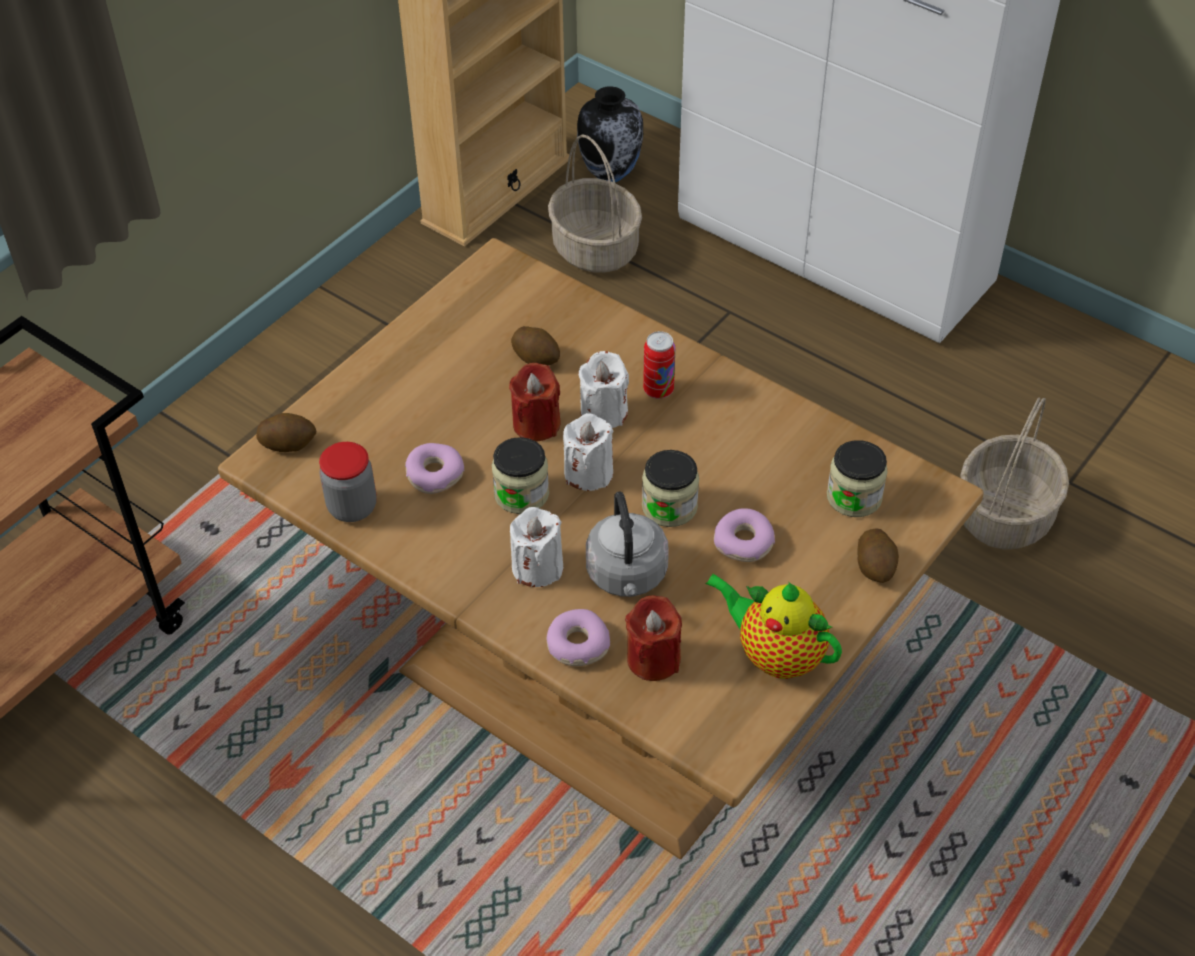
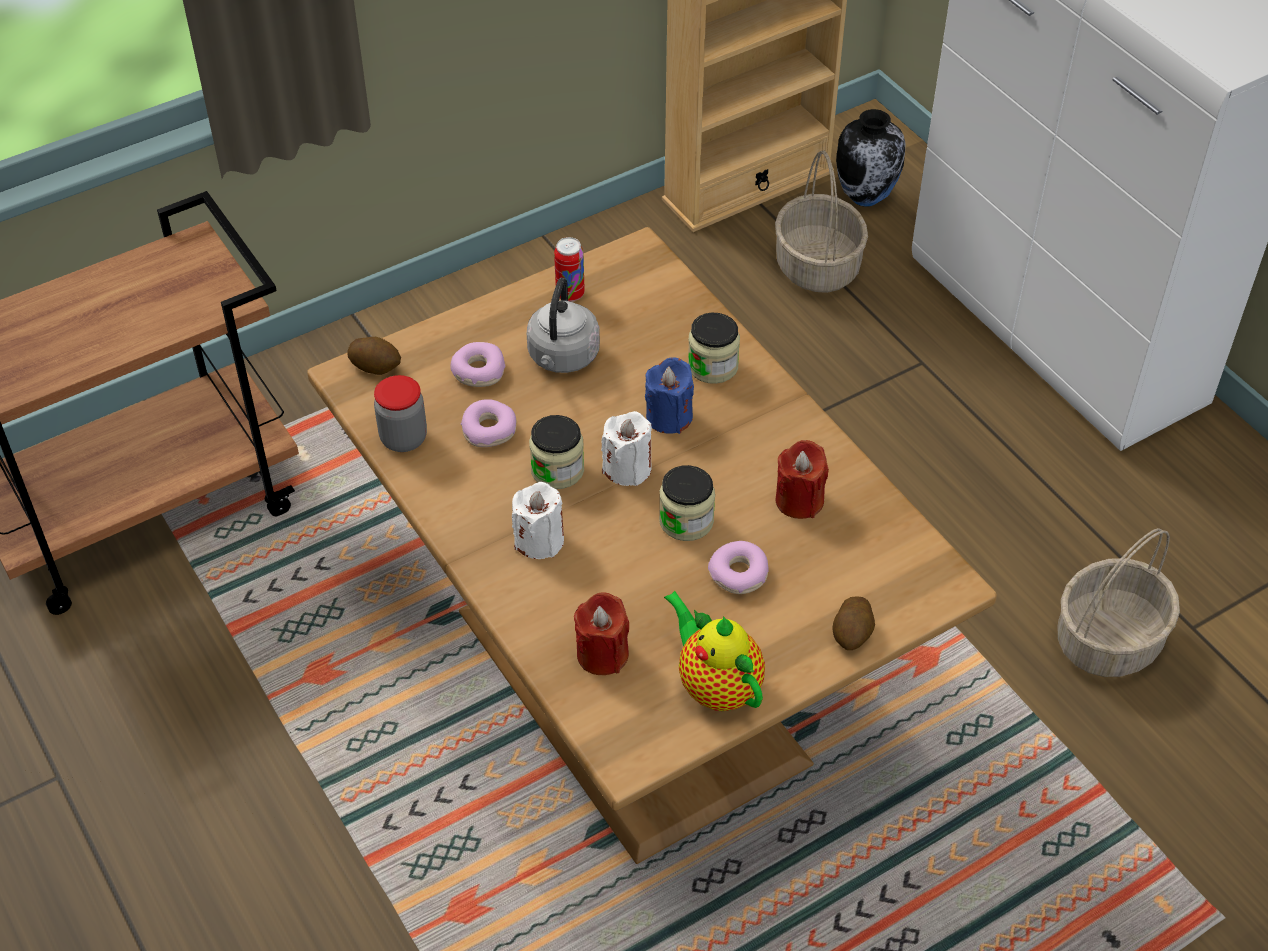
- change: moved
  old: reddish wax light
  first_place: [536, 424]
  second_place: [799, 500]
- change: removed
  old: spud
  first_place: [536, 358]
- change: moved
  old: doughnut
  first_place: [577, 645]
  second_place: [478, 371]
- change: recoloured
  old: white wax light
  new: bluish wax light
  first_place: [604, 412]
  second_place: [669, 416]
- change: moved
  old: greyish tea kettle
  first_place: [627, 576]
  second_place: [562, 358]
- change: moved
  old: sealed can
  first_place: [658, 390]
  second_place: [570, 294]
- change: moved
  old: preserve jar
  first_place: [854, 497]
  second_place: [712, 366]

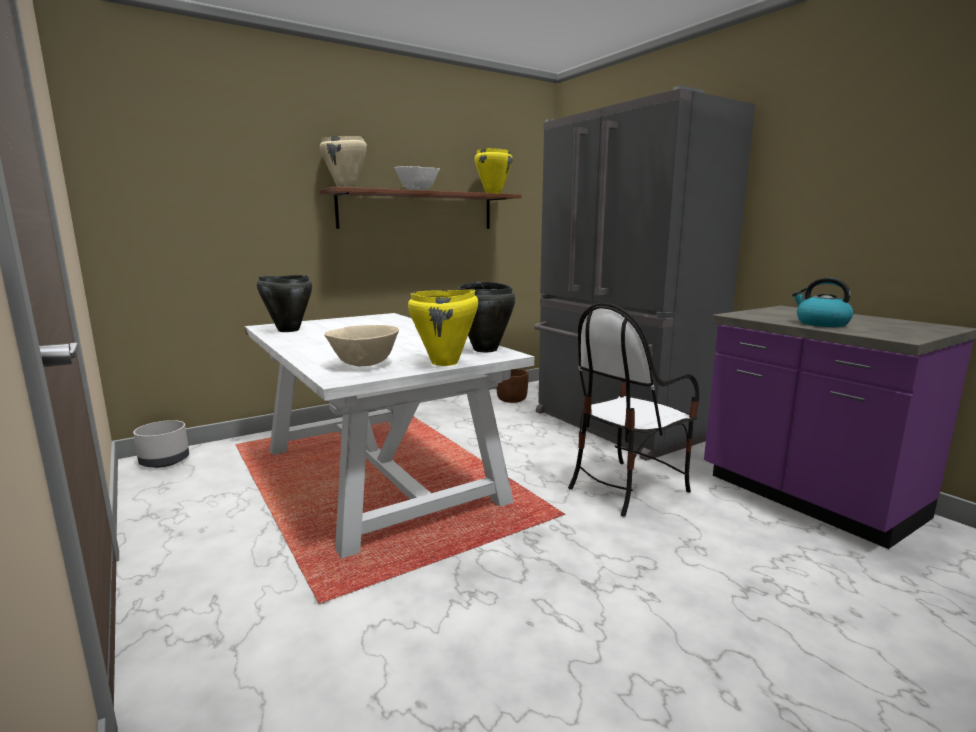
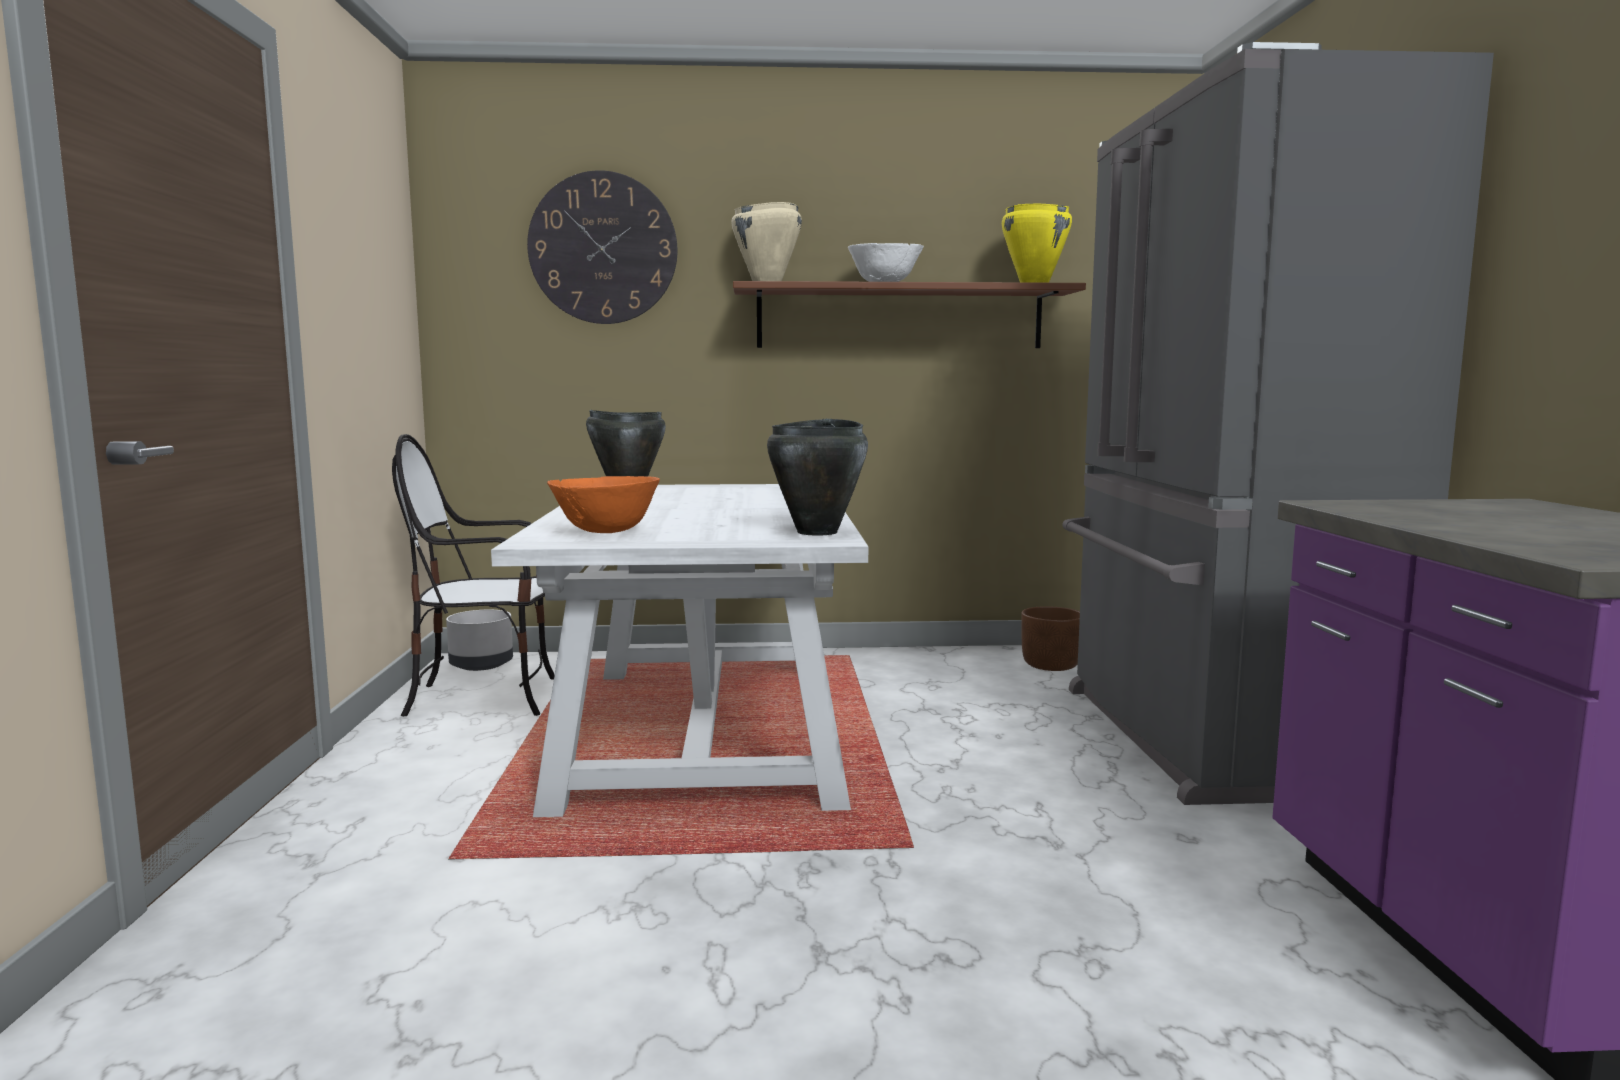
- change: recoloured
  old: beige bowl
  new: orangey bowl
  first_place: [364, 365]
  second_place: [606, 532]
- change: removed
  old: yellow cooking pot
  first_place: [445, 363]
- change: moved
  old: chair
  first_place: [626, 487]
  second_place: [485, 697]
- change: removed
  old: tea kettle
  first_place: [821, 323]
- change: added
  new: hanging clock
  second_place: [603, 248]

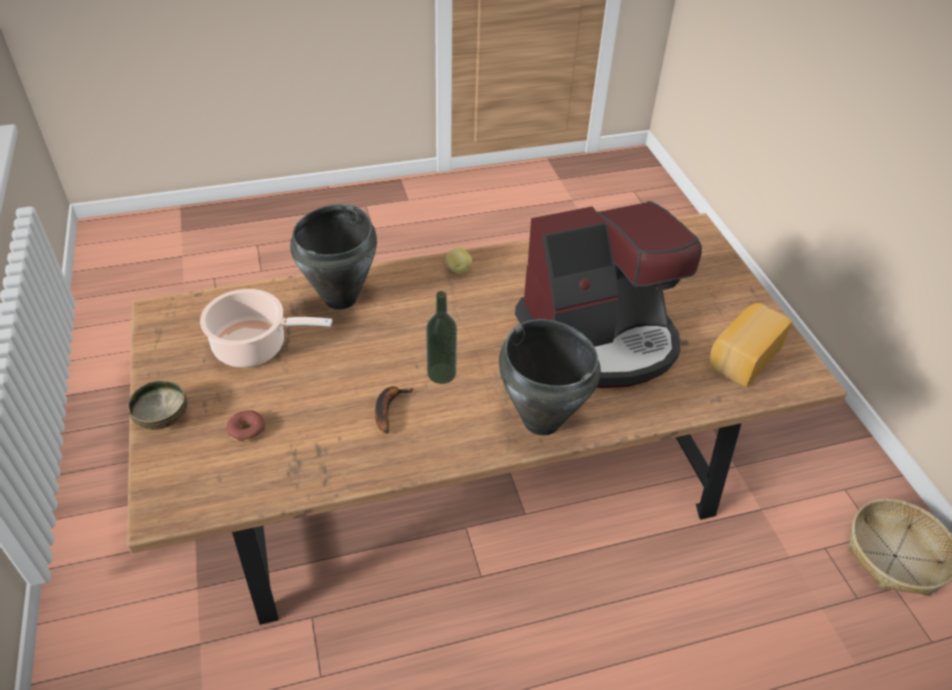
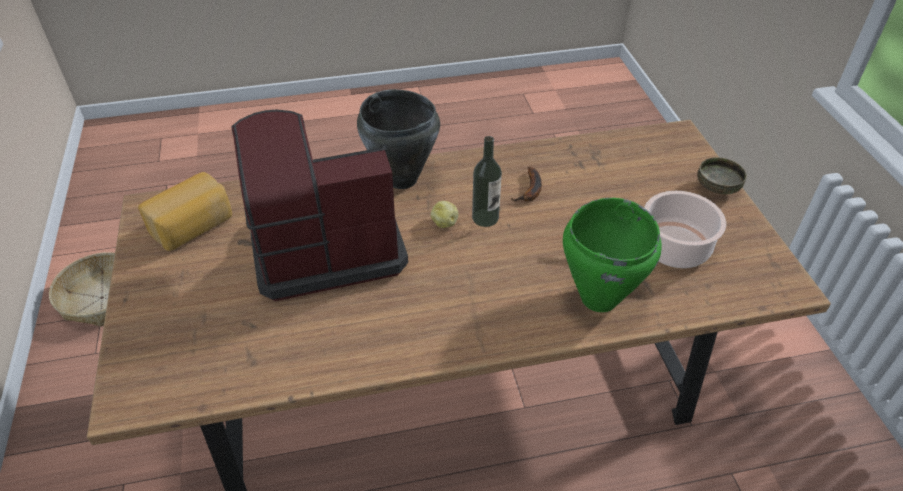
- change: removed
  old: doughnut
  first_place: [246, 430]
- change: recoloured
  old: blackish cooking pot
  new: green cooking pot
  first_place: [341, 298]
  second_place: [598, 298]
- change: moved
  old: spud
  first_place: [458, 269]
  second_place: [445, 222]

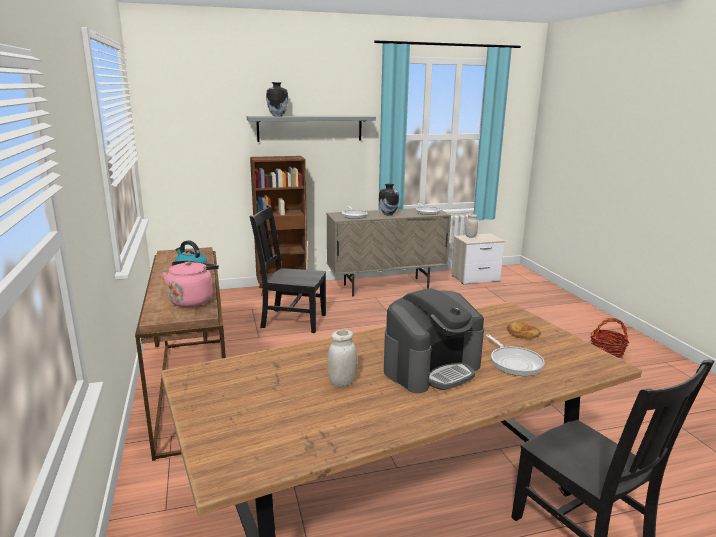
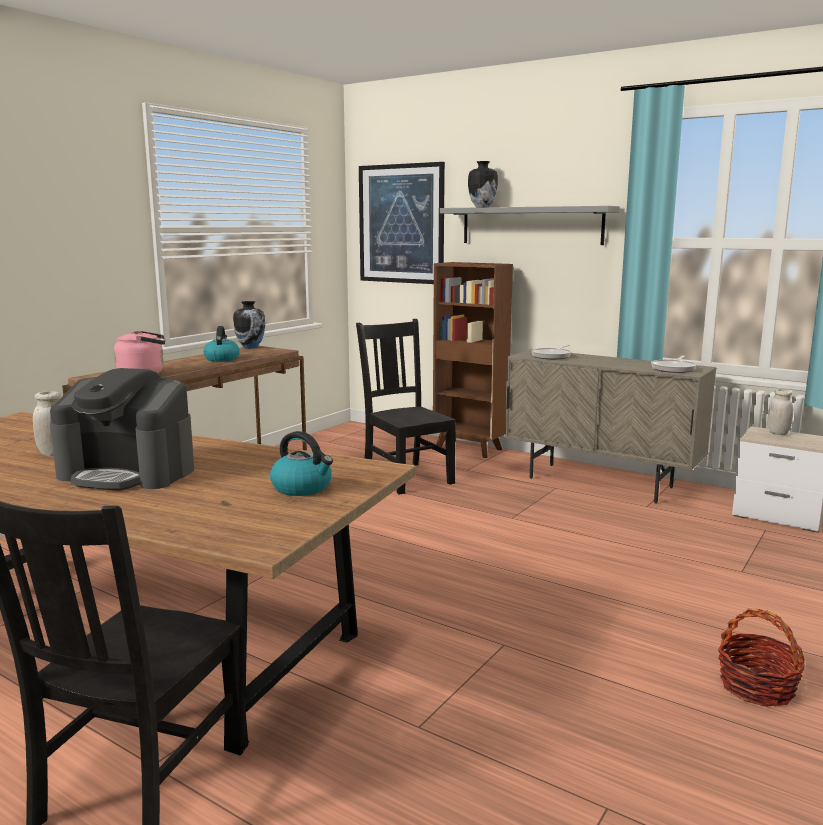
- change: moved
  old: decorative vase
  first_place: [388, 214]
  second_place: [251, 347]
- change: removed
  old: frying pan
  first_place: [514, 362]
- change: replaced
  old: baked bread
  new: tea kettle
  first_place: [522, 333]
  second_place: [303, 488]
- change: added
  new: wall picture
  second_place: [401, 224]

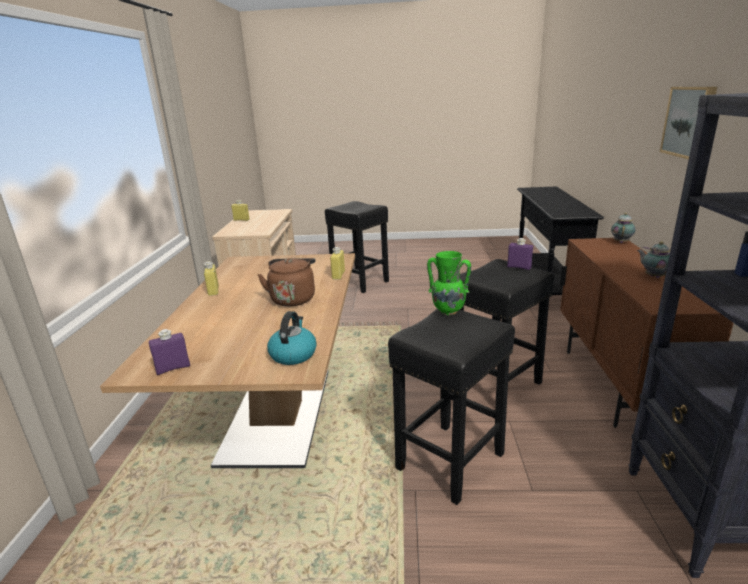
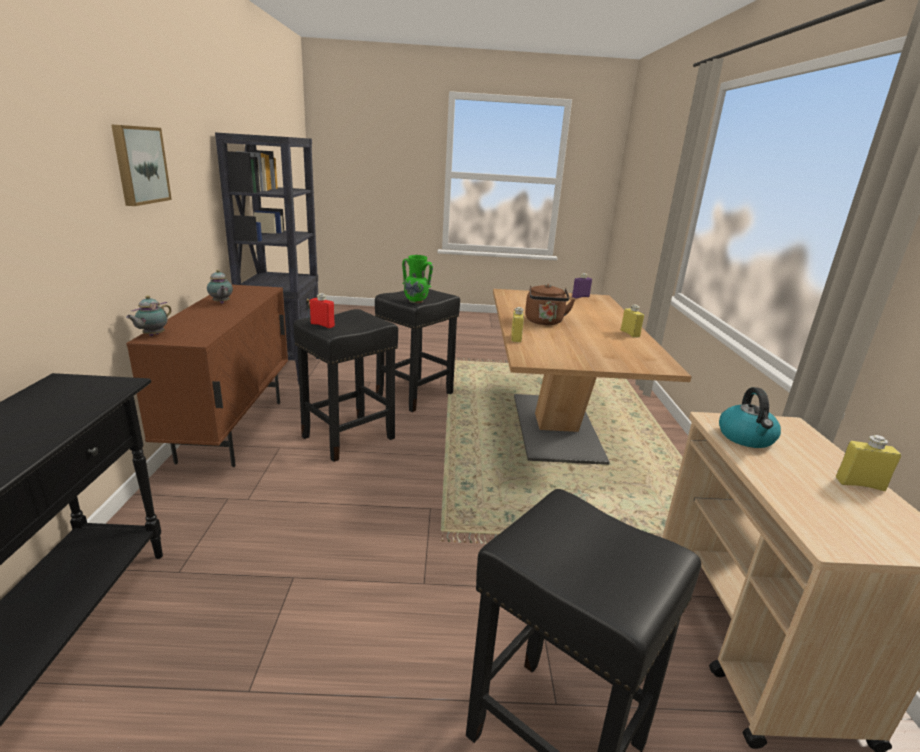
- change: moved
  old: tea kettle
  first_place: [293, 354]
  second_place: [746, 438]
- change: recoloured
  old: purple-coloured bottle
  new: reddish bottle
  first_place: [519, 267]
  second_place: [322, 325]

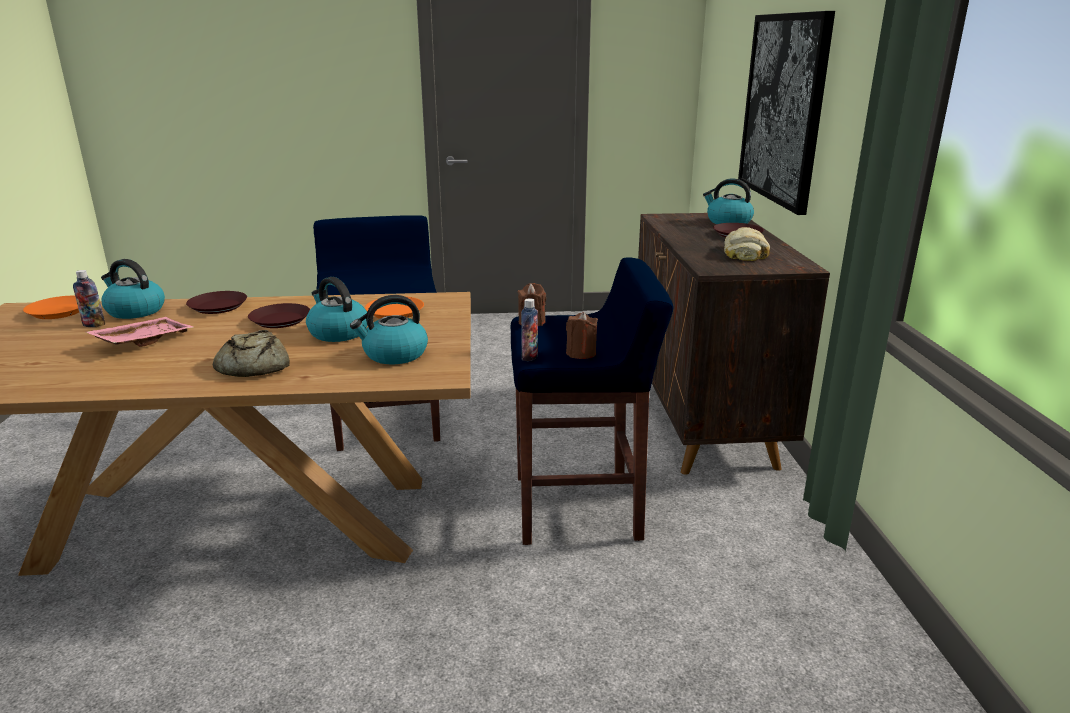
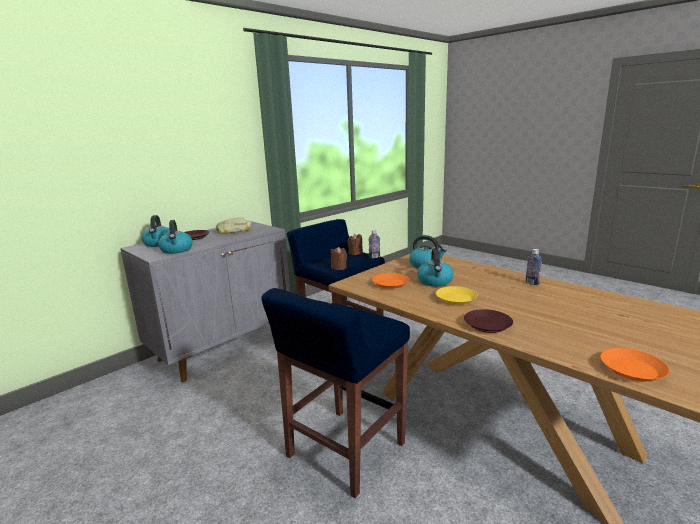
- change: moved
  old: bottle
  first_place: [94, 325]
  second_place: [532, 283]
- change: removed
  old: pink-coloured serving tray
  first_place: [143, 341]
- change: moved
  old: tea kettle
  first_place: [135, 311]
  second_place: [177, 250]
- change: removed
  old: baked bread
  first_place: [252, 366]
- change: recoloured
  old: brown flat dish
  new: yellow flat dish
  first_place: [280, 321]
  second_place: [456, 298]
- change: recoloured
  old: brown cabinet
  new: greyish cabinet
  first_place: [704, 424]
  second_place: [224, 348]
- change: removed
  old: wall picture
  first_place: [783, 109]

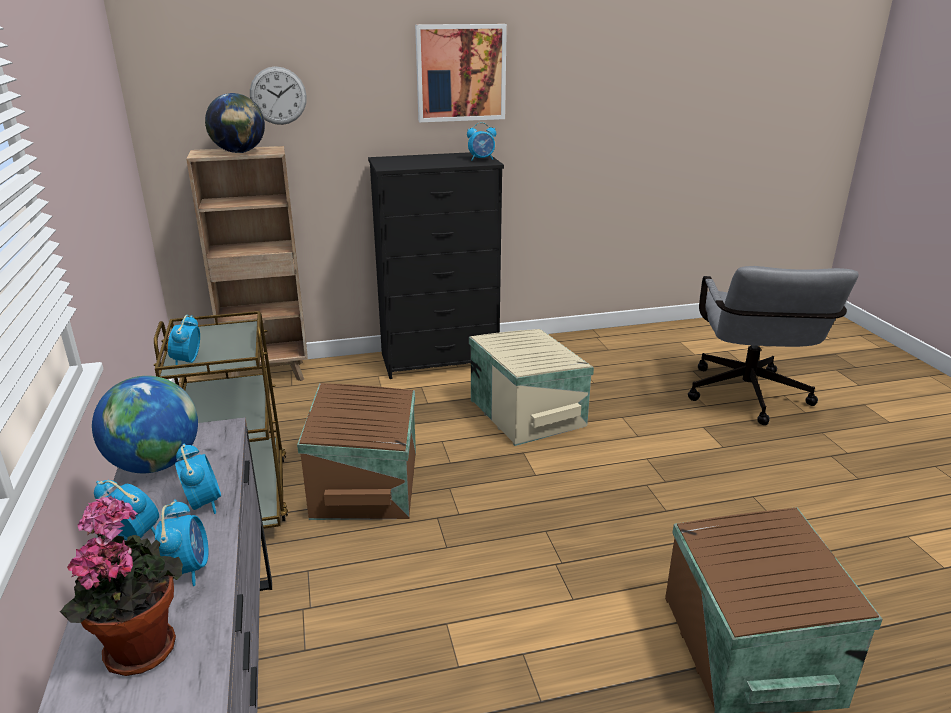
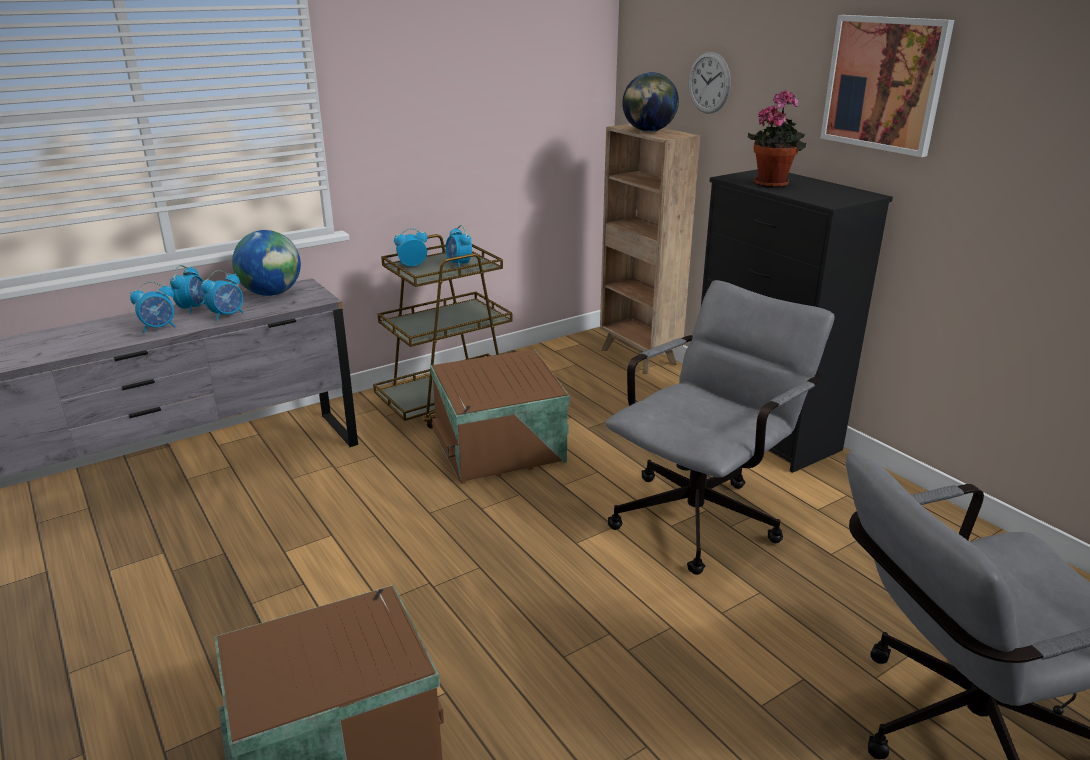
- change: moved
  old: plant in a pot
  first_place: [139, 645]
  second_place: [772, 183]
- change: moved
  old: bedside clock
  first_place: [482, 159]
  second_place: [459, 264]
- change: replaced
  old: beige storage container
  new: greyish desk chair
  first_place: [528, 412]
  second_place: [704, 514]

